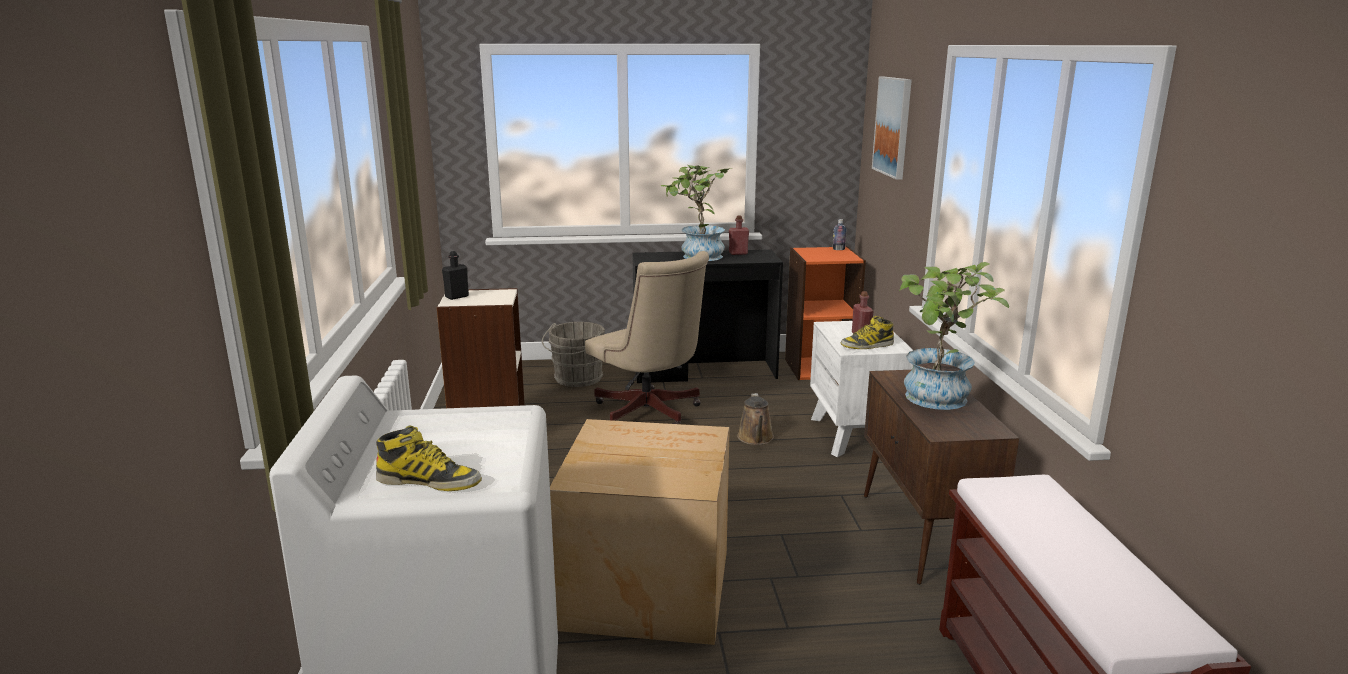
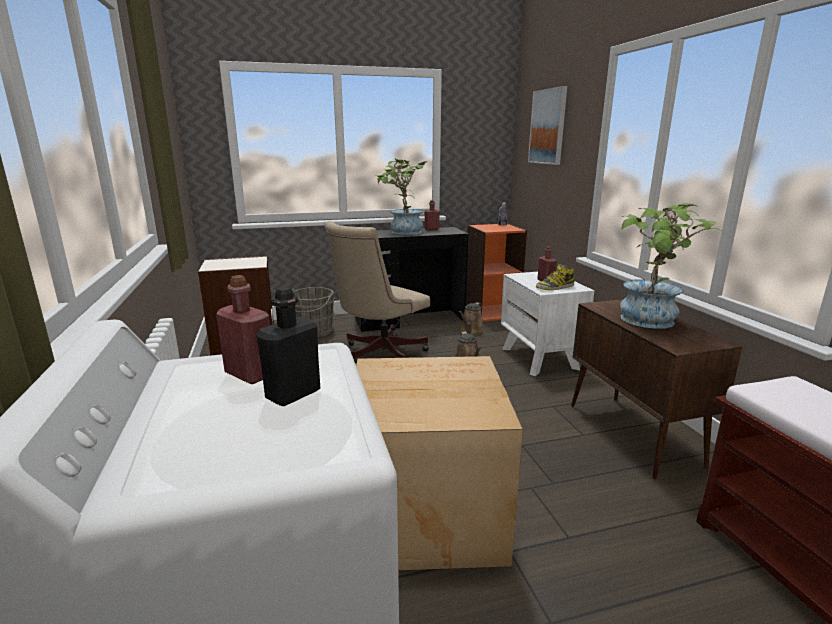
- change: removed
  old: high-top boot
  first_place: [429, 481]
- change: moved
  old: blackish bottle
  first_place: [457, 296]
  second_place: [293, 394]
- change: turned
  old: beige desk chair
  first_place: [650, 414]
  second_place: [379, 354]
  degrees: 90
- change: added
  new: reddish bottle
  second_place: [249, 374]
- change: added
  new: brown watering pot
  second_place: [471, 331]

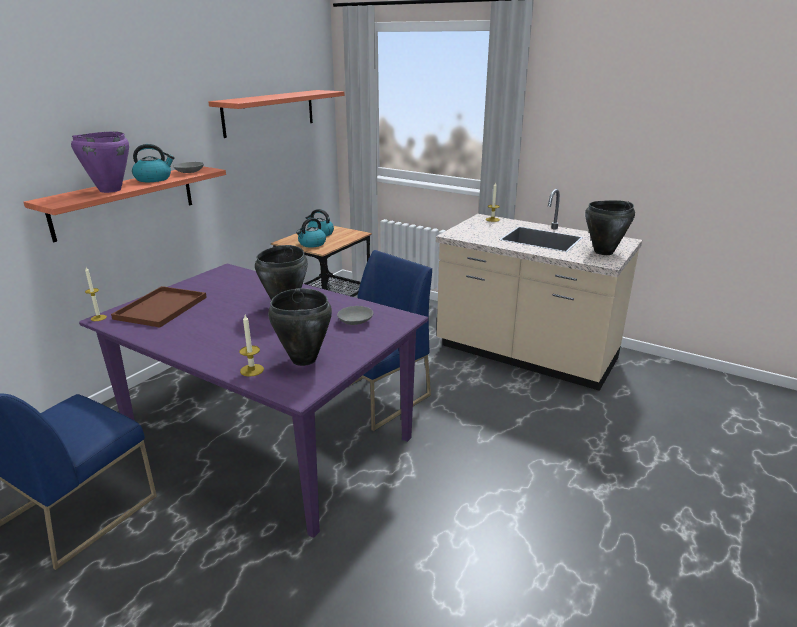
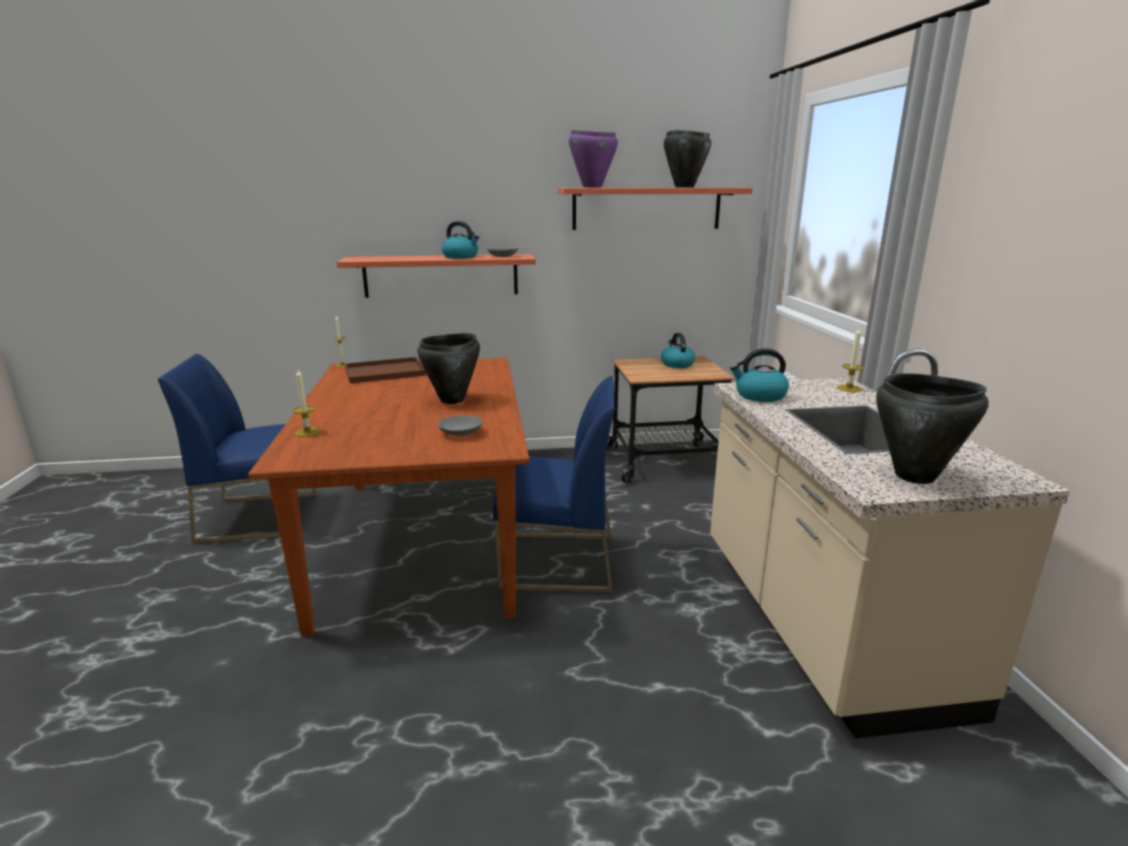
- change: moved
  old: purple-coloured cooking pot
  first_place: [109, 190]
  second_place: [591, 187]
- change: recoloured
  old: purple-coloured dinner table
  new: brown dinner table
  first_place: [267, 438]
  second_place: [421, 540]
- change: moved
  old: blackish cooking pot
  first_place: [303, 360]
  second_place: [684, 187]
- change: moved
  old: tea kettle
  first_place: [312, 244]
  second_place: [759, 396]

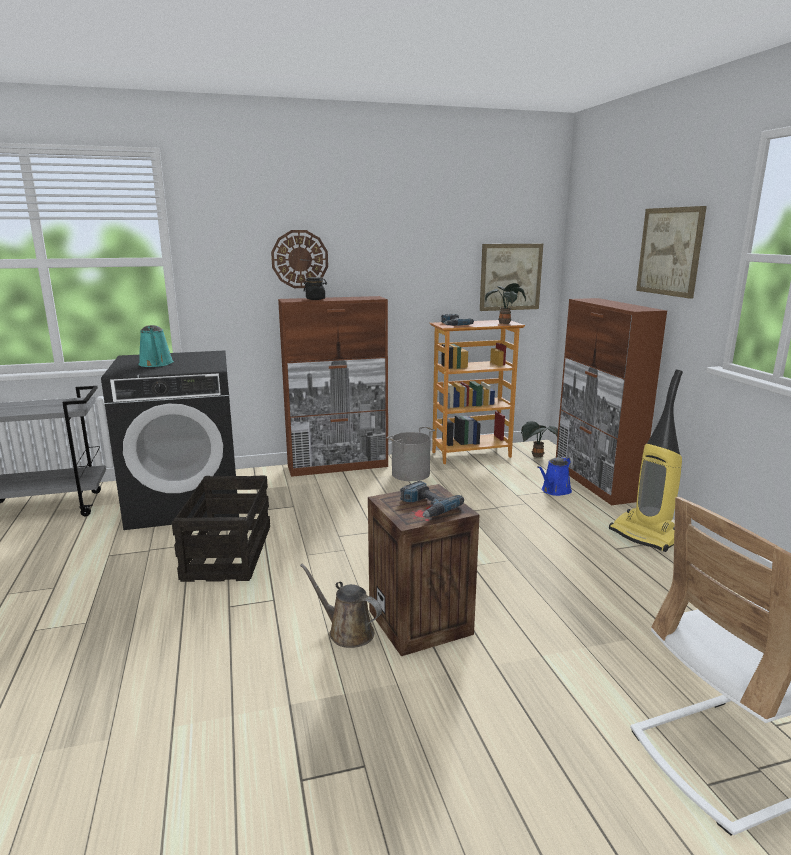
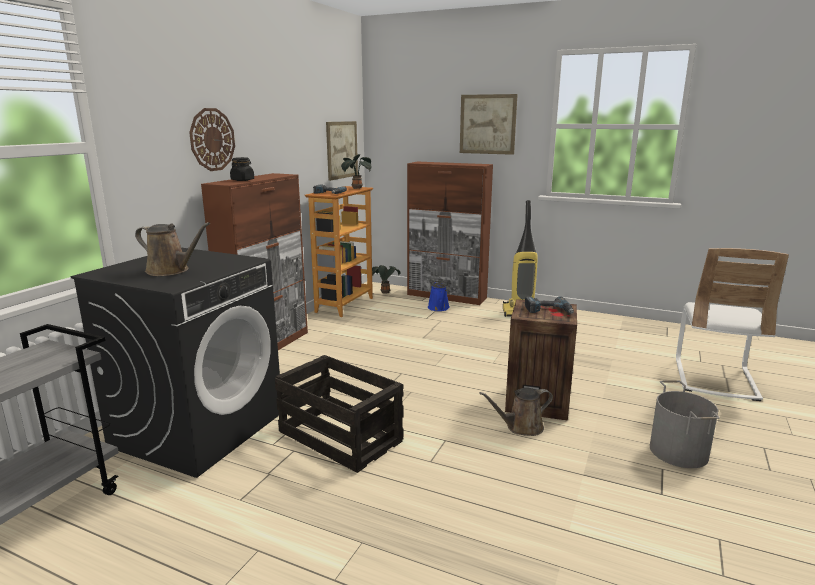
- change: recoloured
  old: blue-green watering pot
  new: brown watering pot
  first_place: [156, 364]
  second_place: [171, 271]
- change: moved
  old: greyish water bucket
  first_place: [411, 474]
  second_place: [679, 452]

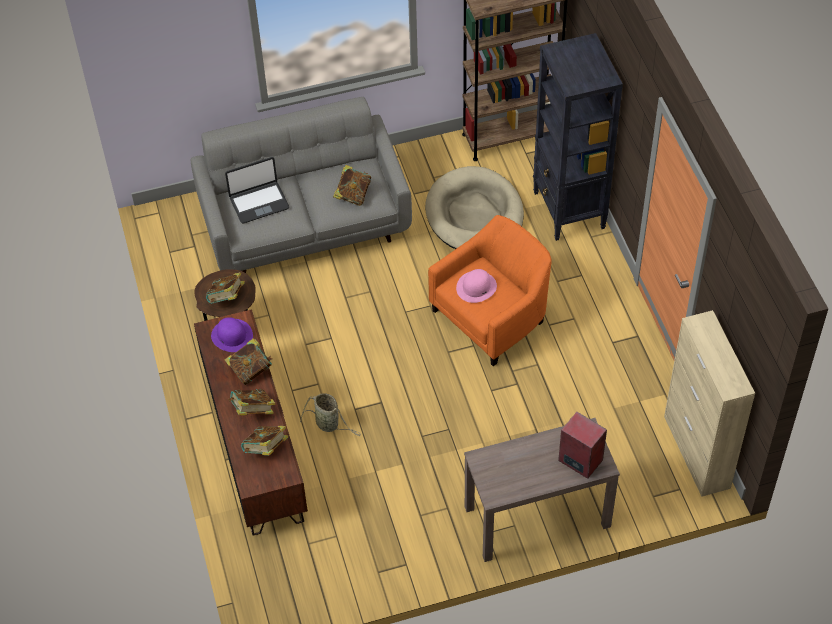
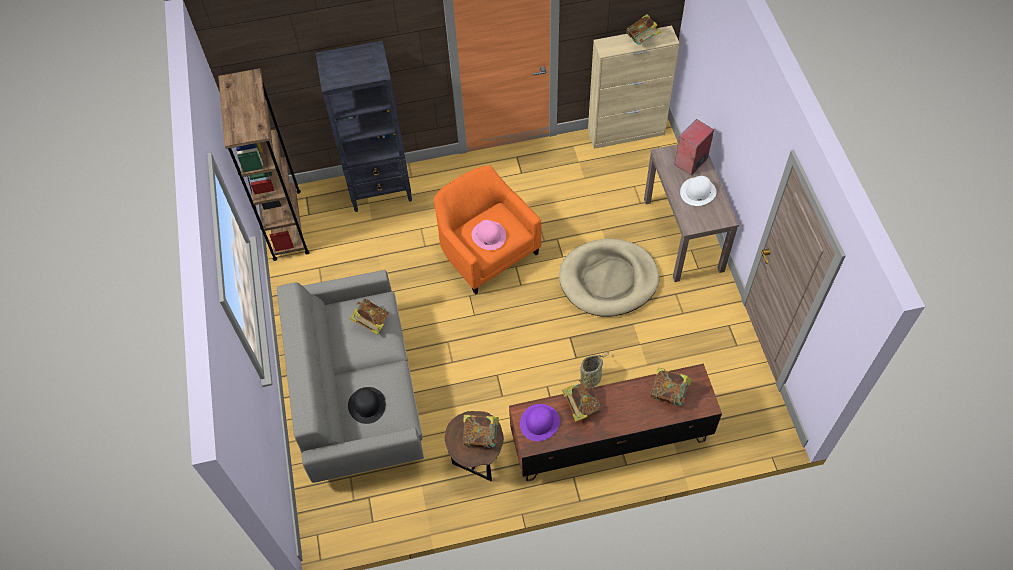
- change: replaced
  old: portable computer
  new: blackish clothing hat
  first_place: [259, 202]
  second_place: [366, 405]
- change: moved
  old: bound book
  first_place: [253, 411]
  second_place: [642, 40]
- change: moved
  old: beige dog cushion
  first_place: [474, 215]
  second_place: [608, 280]
- change: added
  new: white clothing hat
  second_place: [698, 192]

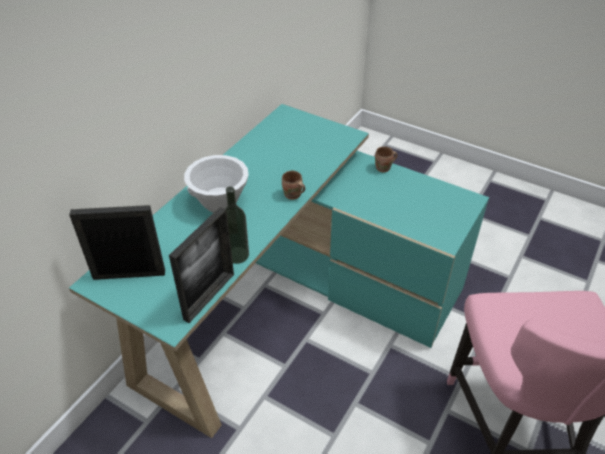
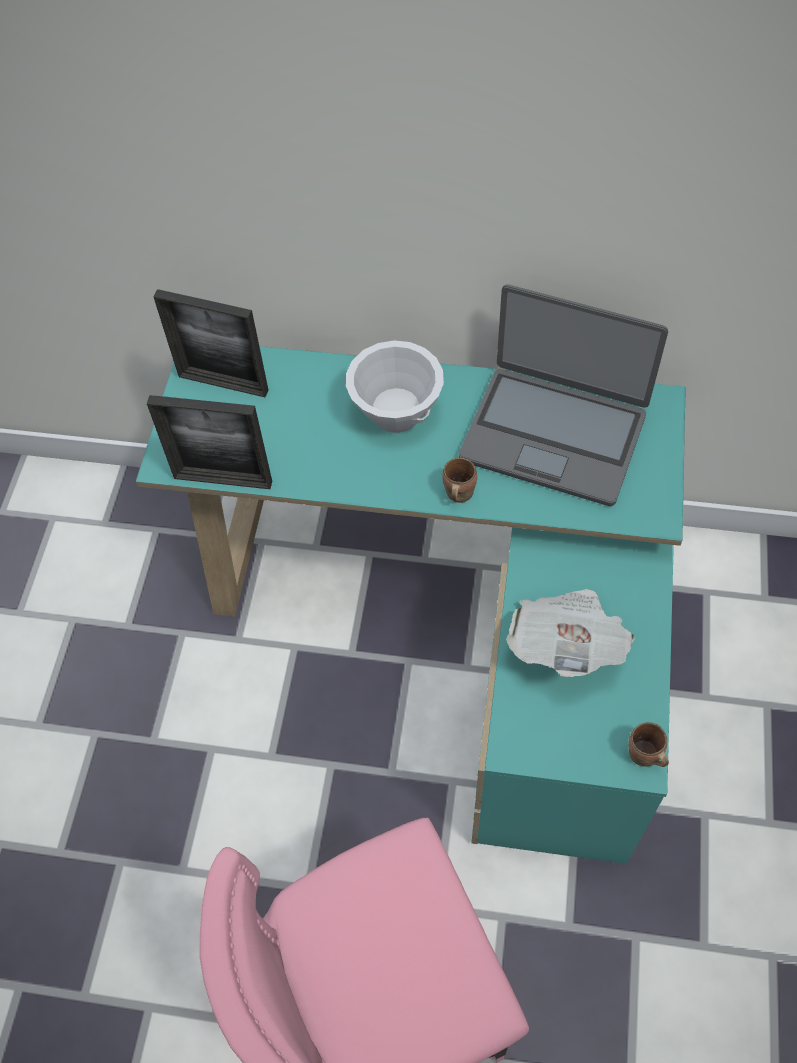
- change: turned
  old: standing frame
  first_place: [129, 275]
  second_place: [223, 383]
  degrees: 135
- change: removed
  old: bottle
  first_place: [237, 255]
- change: moved
  old: brown mug
  first_place: [384, 168]
  second_place: [643, 756]
- change: added
  new: portable computer
  second_place: [553, 434]
- change: added
  new: newspaper
  second_place: [567, 644]

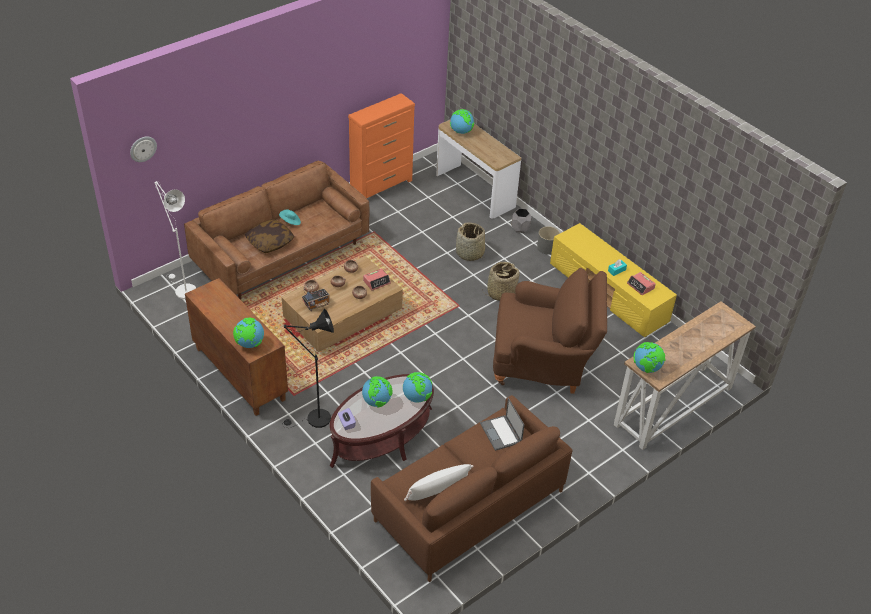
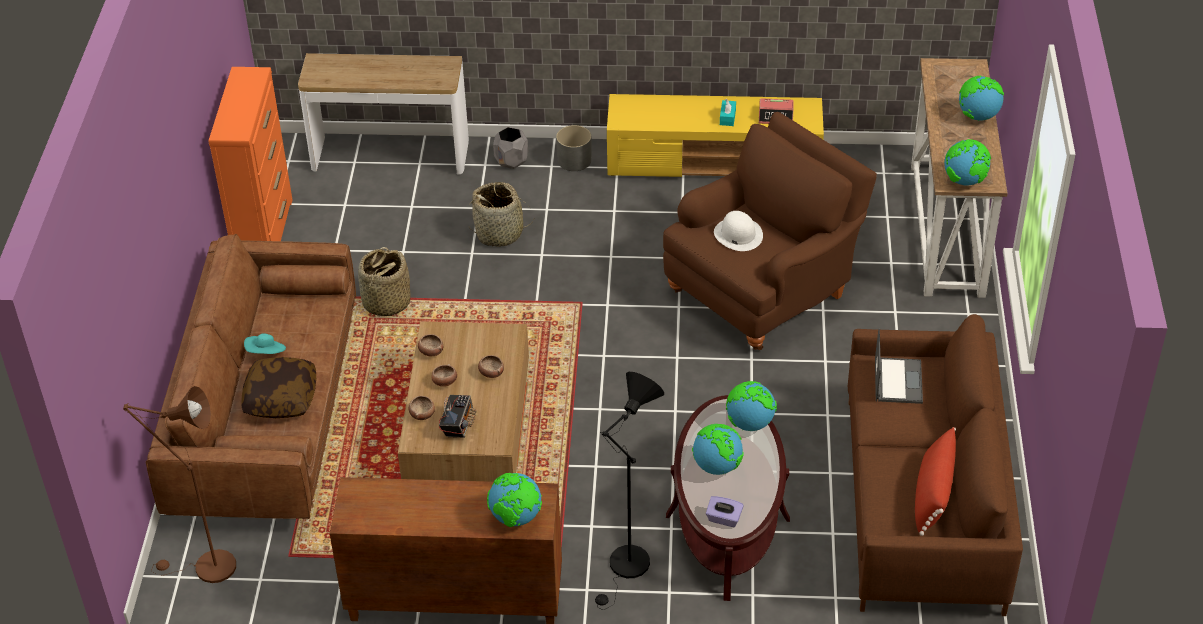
- change: removed
  old: hanging clock
  first_place: [143, 148]
- change: recoloured
  old: white standing lamp
  new: brown standing lamp
  first_place: [183, 289]
  second_place: [207, 568]
- change: removed
  old: bedside clock
  first_place: [377, 282]
- change: recoloured
  old: white pillow
  new: reddish pillow
  first_place: [437, 490]
  second_place: [932, 495]
- change: moved
  old: world globe
  first_place: [461, 131]
  second_place: [977, 116]
- change: turned
  old: portable computer
  first_place: [501, 433]
  second_place: [897, 380]
  degrees: -105
- change: moved
  old: basket
  first_place: [501, 293]
  second_place: [386, 302]
- change: added
  new: white clothing hat
  second_place: [738, 234]

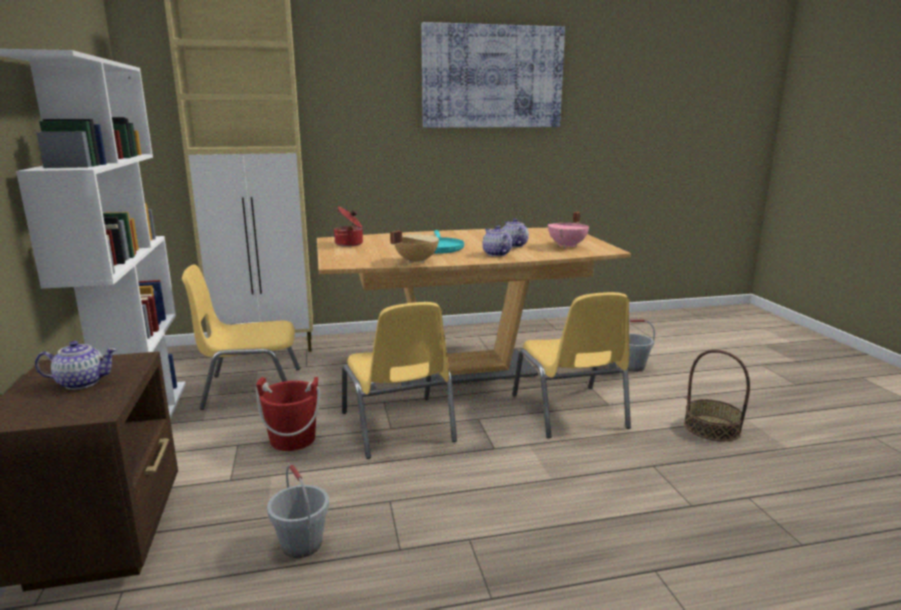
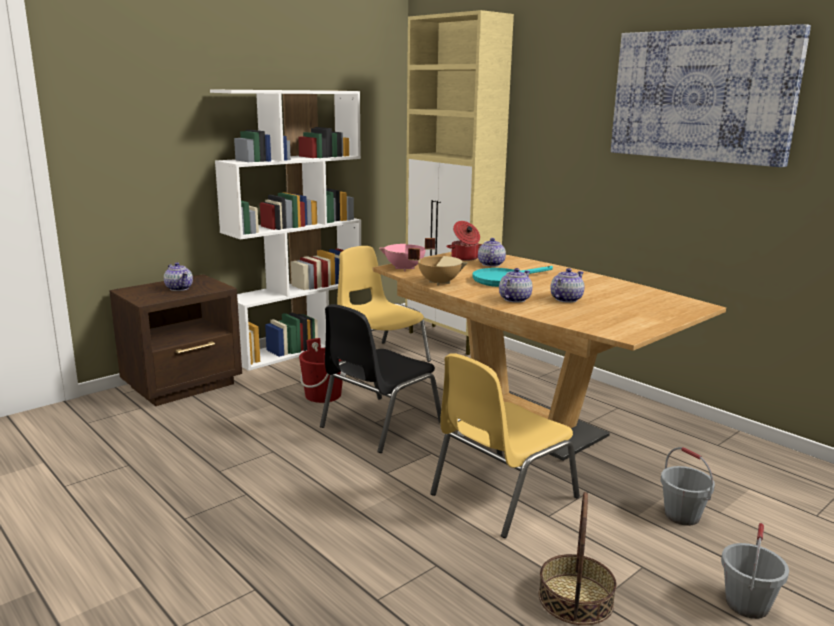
- change: moved
  old: greyish water bucket
  first_place: [302, 544]
  second_place: [747, 605]
- change: recoloured
  old: yellow chair
  new: blackish chair
  first_place: [398, 427]
  second_place: [379, 424]
- change: moved
  old: pink-coloured cooking pot
  first_place: [568, 246]
  second_place: [405, 269]
- change: added
  new: pot for tea
  second_place: [490, 264]

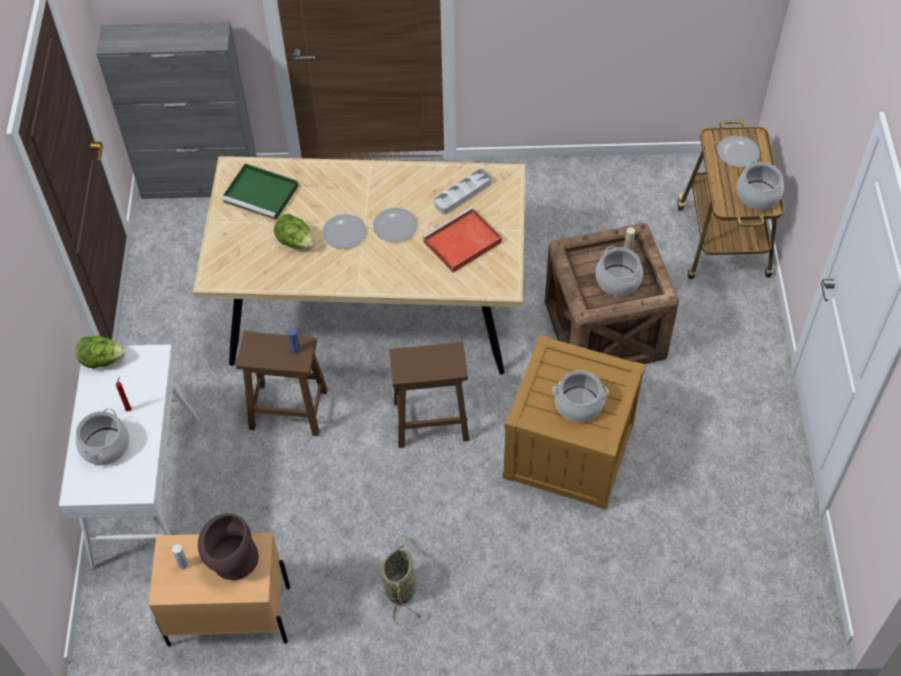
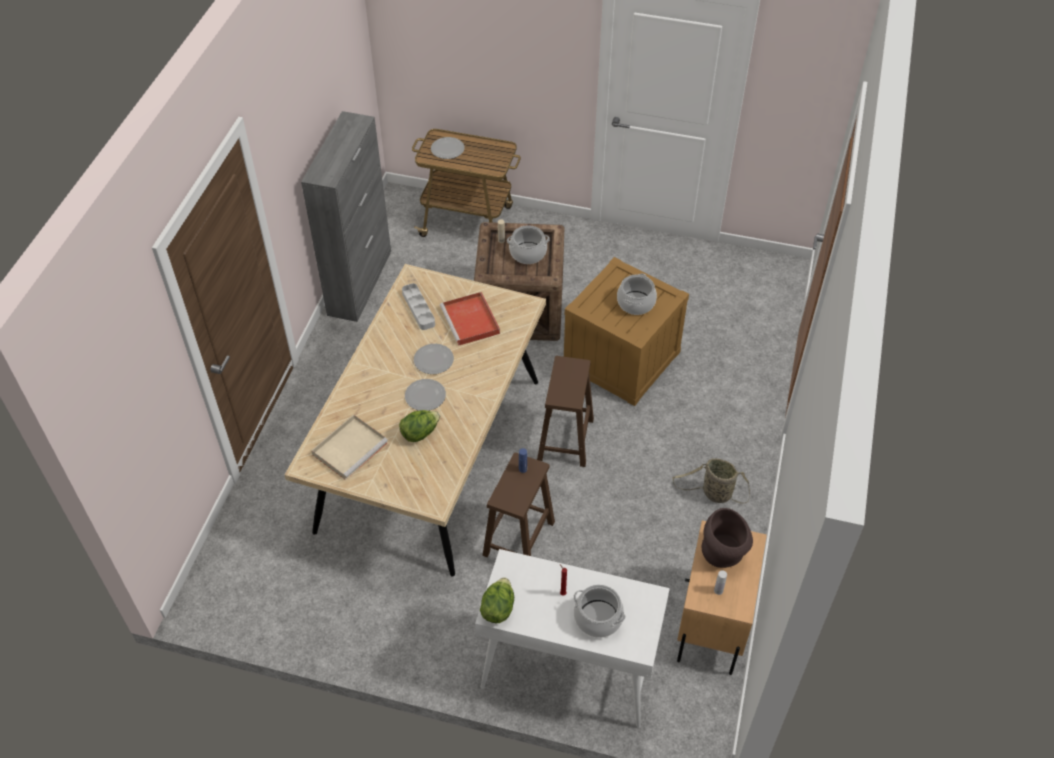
- change: moved
  old: greyish cabinet
  first_place: [201, 183]
  second_place: [360, 282]
- change: recoloured
  old: green serving tray
  new: beige serving tray
  first_place: [262, 194]
  second_place: [350, 447]
- change: removed
  old: cooking pot
  first_place: [757, 195]

